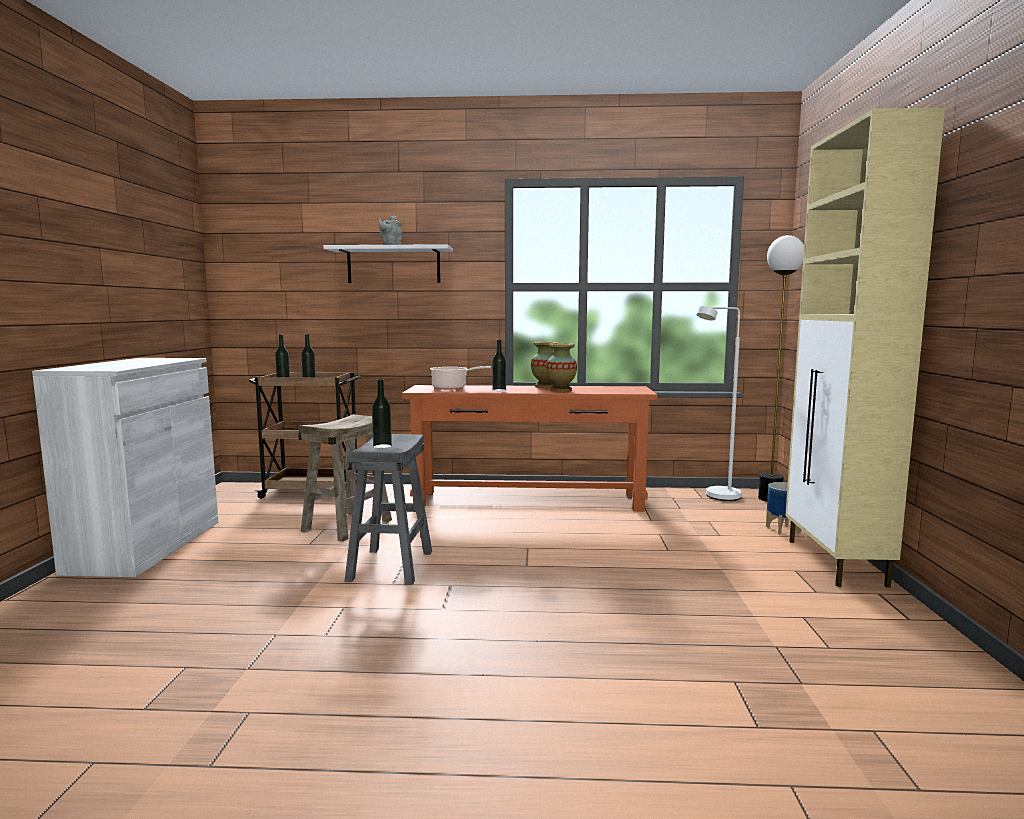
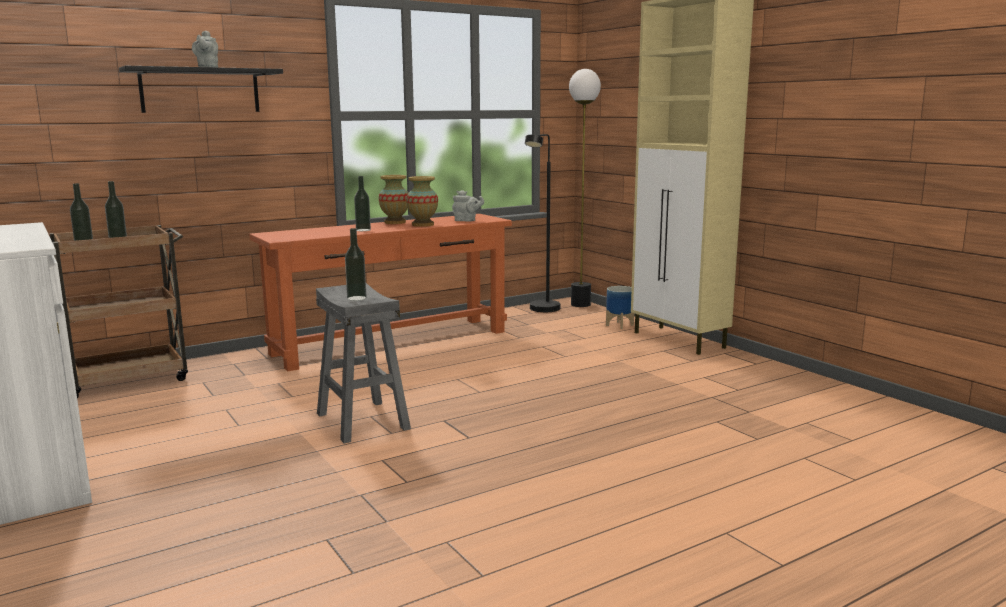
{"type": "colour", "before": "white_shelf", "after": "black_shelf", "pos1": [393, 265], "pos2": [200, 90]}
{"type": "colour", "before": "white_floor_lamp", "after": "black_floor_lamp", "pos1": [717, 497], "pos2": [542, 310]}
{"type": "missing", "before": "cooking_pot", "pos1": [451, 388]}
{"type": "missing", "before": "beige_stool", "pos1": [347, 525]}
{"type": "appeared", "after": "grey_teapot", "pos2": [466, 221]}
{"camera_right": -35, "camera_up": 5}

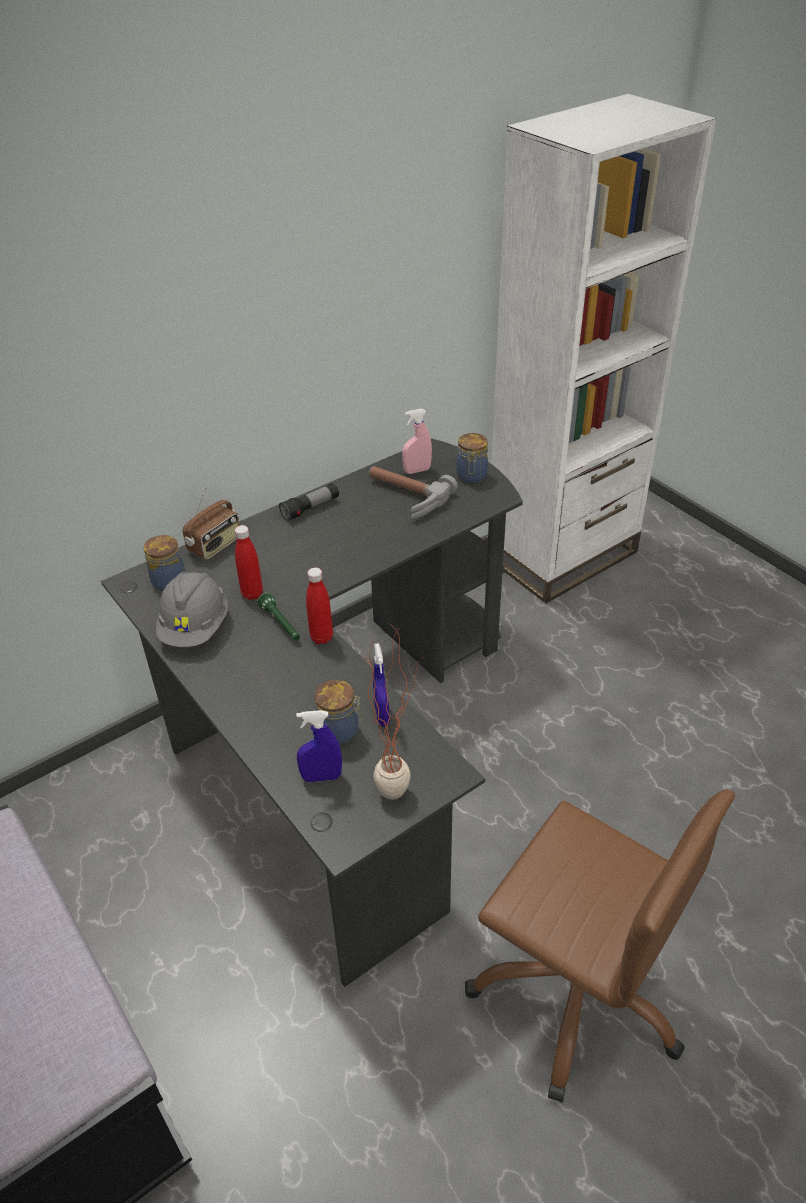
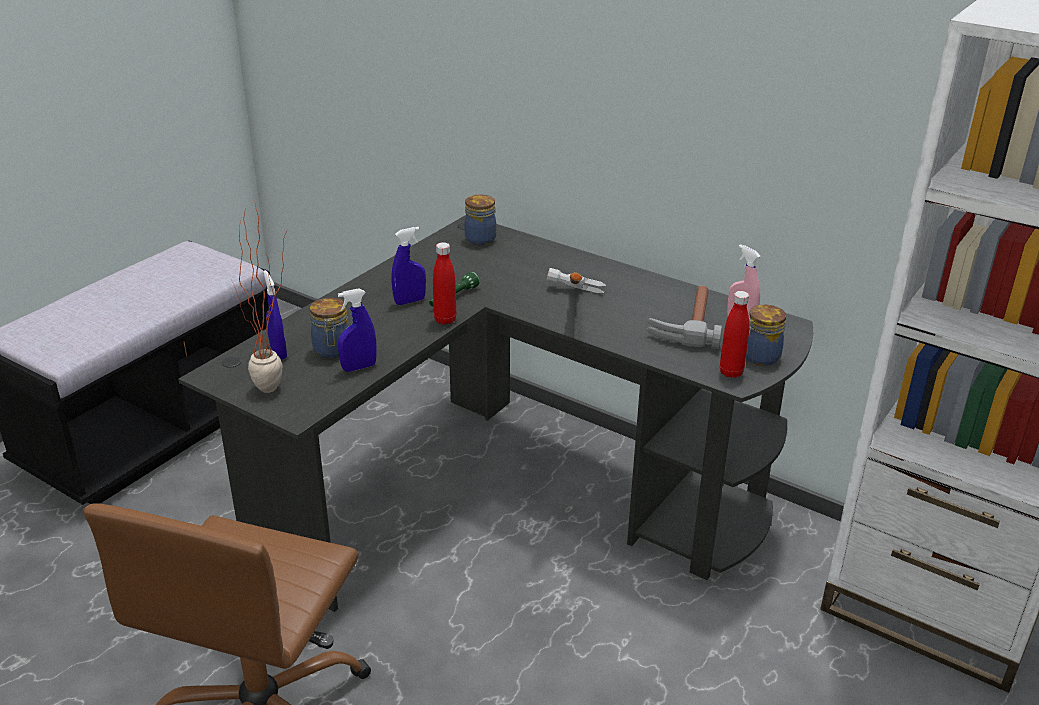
{"type": "missing", "before": "flashlight", "pos1": [310, 508]}
{"type": "missing", "before": "radio", "pos1": [215, 546]}
{"type": "relocated", "before": "red_bottle", "pos1": [252, 594], "pos2": [731, 372]}
{"type": "missing", "before": "grey_hard_hat", "pos1": [195, 628]}
{"type": "appeared", "after": "blue_spray_bottle", "pos2": [410, 301]}
{"type": "appeared", "after": "hammer", "pos2": [565, 307]}
{"camera_right": 70, "camera_up": -10}

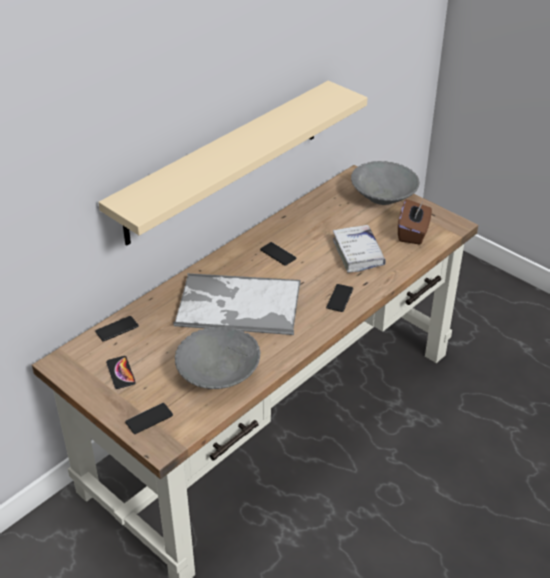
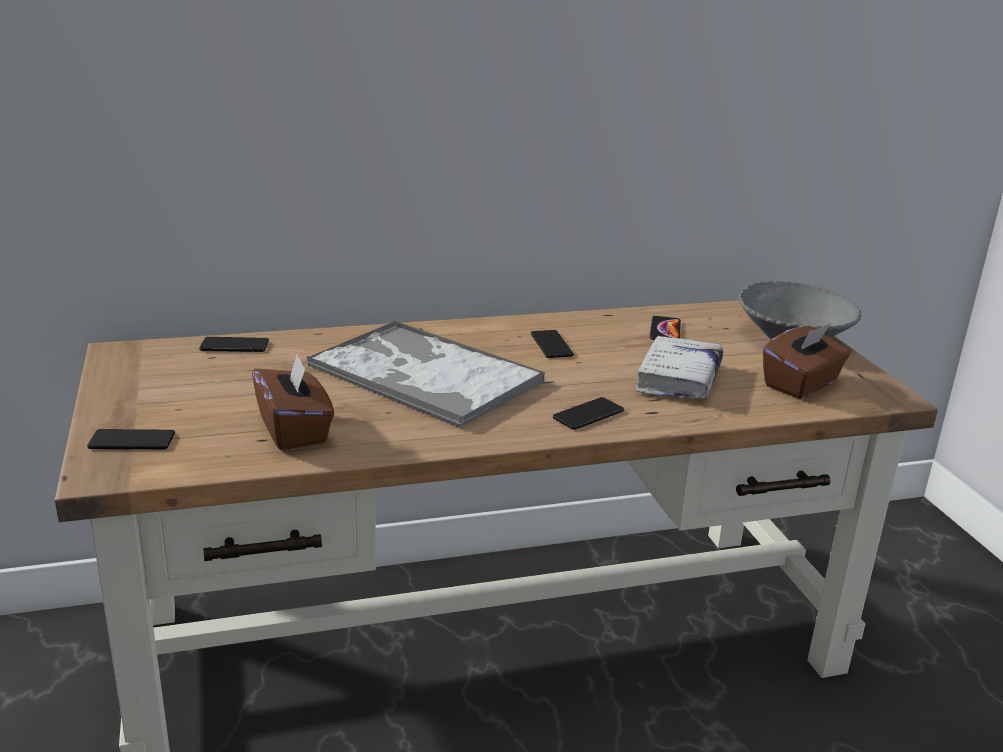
{"type": "missing", "before": "beige_shelf", "pos1": [225, 161]}
{"type": "exchanged", "before": "grey_bowl", "after": "brown_tissue_box", "pos1": [218, 373], "pos2": [294, 430]}
{"type": "relocated", "before": "phone", "pos1": [121, 373], "pos2": [665, 330]}
{"camera_right": 30, "camera_up": -15}

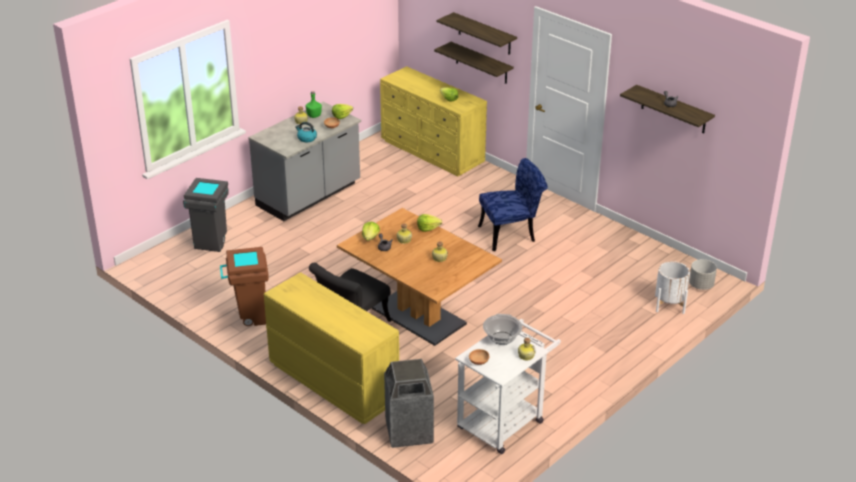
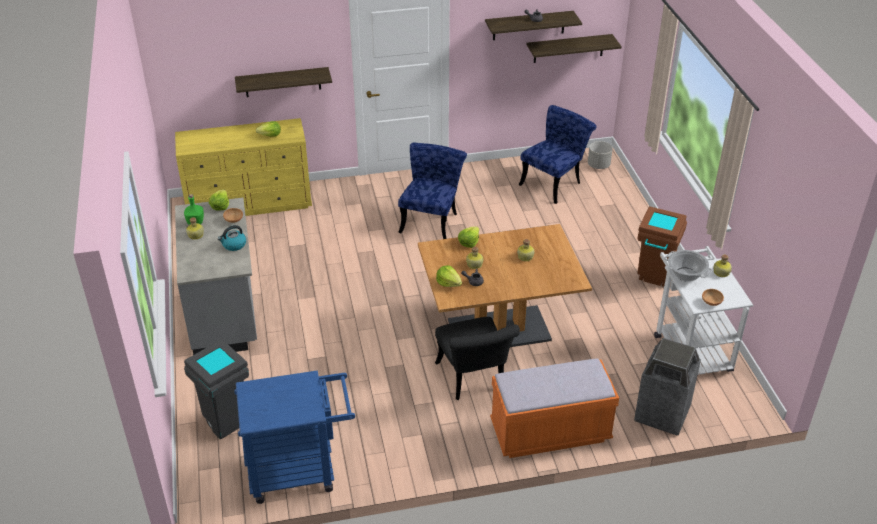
{"type": "relocated", "before": "shelf", "pos1": [484, 34], "pos2": [568, 48]}
{"type": "relocated", "before": "brown_trash_can", "pos1": [249, 317], "pos2": [653, 280]}
{"type": "missing", "before": "white_planter", "pos1": [669, 304]}
{"type": "exchanged", "before": "yellow_dresser", "after": "orange_bench", "pos1": [333, 382], "pos2": [550, 432]}
{"type": "appeared", "after": "blue_chair", "pos2": [554, 182]}
{"type": "appeared", "after": "blue_cart", "pos2": [300, 470]}
{"camera_right": -55, "camera_up": 5}

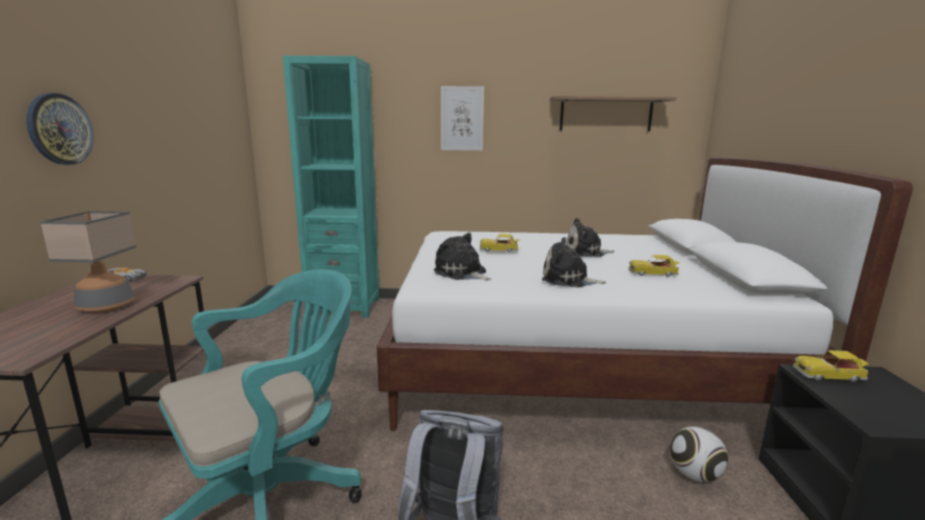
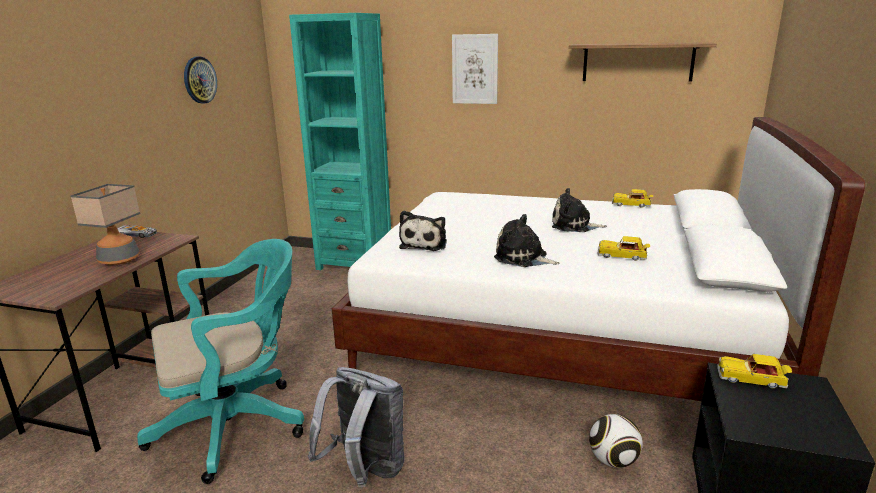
{"type": "relocated", "before": "wall_clock", "pos1": [59, 129], "pos2": [199, 80]}
{"type": "spun", "before": "plush_toy", "pos1": [462, 273], "pos2": [425, 244], "turn": -135}
{"type": "relocated", "before": "toy_car", "pos1": [499, 250], "pos2": [631, 205]}
{"camera_right": 15, "camera_up": 5}

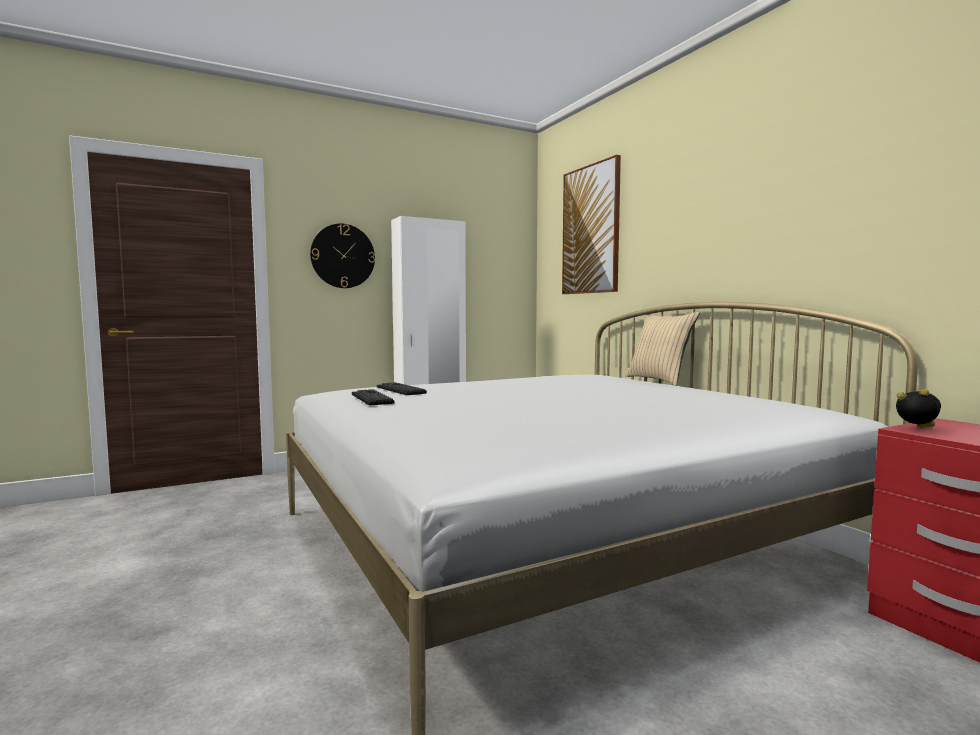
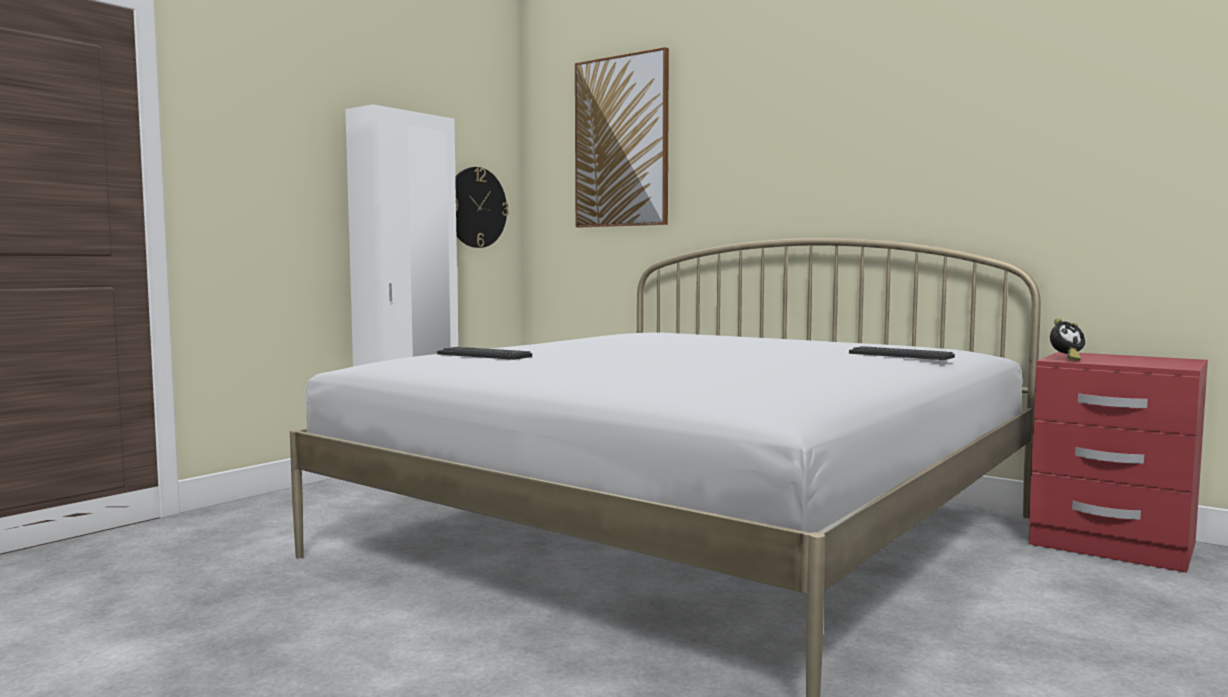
{"type": "relocated", "before": "wall_clock", "pos1": [343, 256], "pos2": [476, 207]}
{"type": "missing", "before": "beige_pillow", "pos1": [659, 380]}
{"type": "relocated", "before": "keyboard", "pos1": [372, 398], "pos2": [900, 355]}
{"type": "spun", "before": "alarm_clock", "pos1": [918, 429], "pos2": [1066, 359], "turn": 150}
{"camera_right": -25, "camera_up": 0}

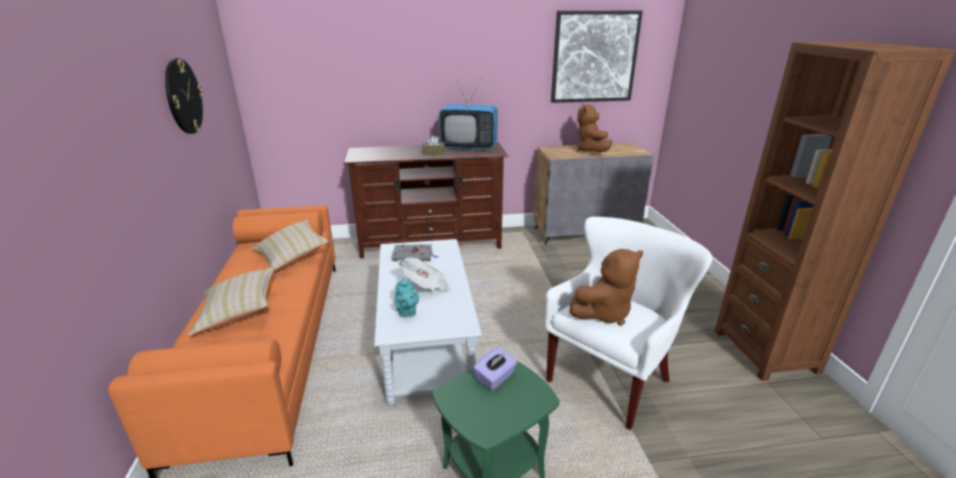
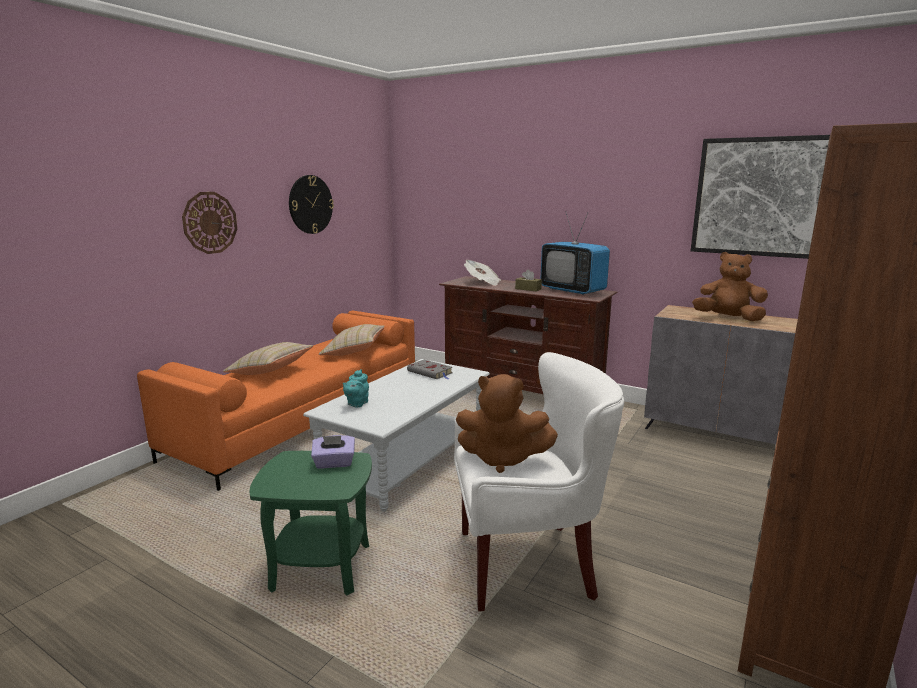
{"type": "spun", "before": "brown_plush_toy", "pos1": [591, 151], "pos2": [728, 318], "turn": 75}
{"type": "relocated", "before": "newspaper", "pos1": [426, 286], "pos2": [482, 283]}
{"type": "appeared", "after": "wall_clock", "pos2": [210, 222]}
{"camera_right": 40, "camera_up": -10}

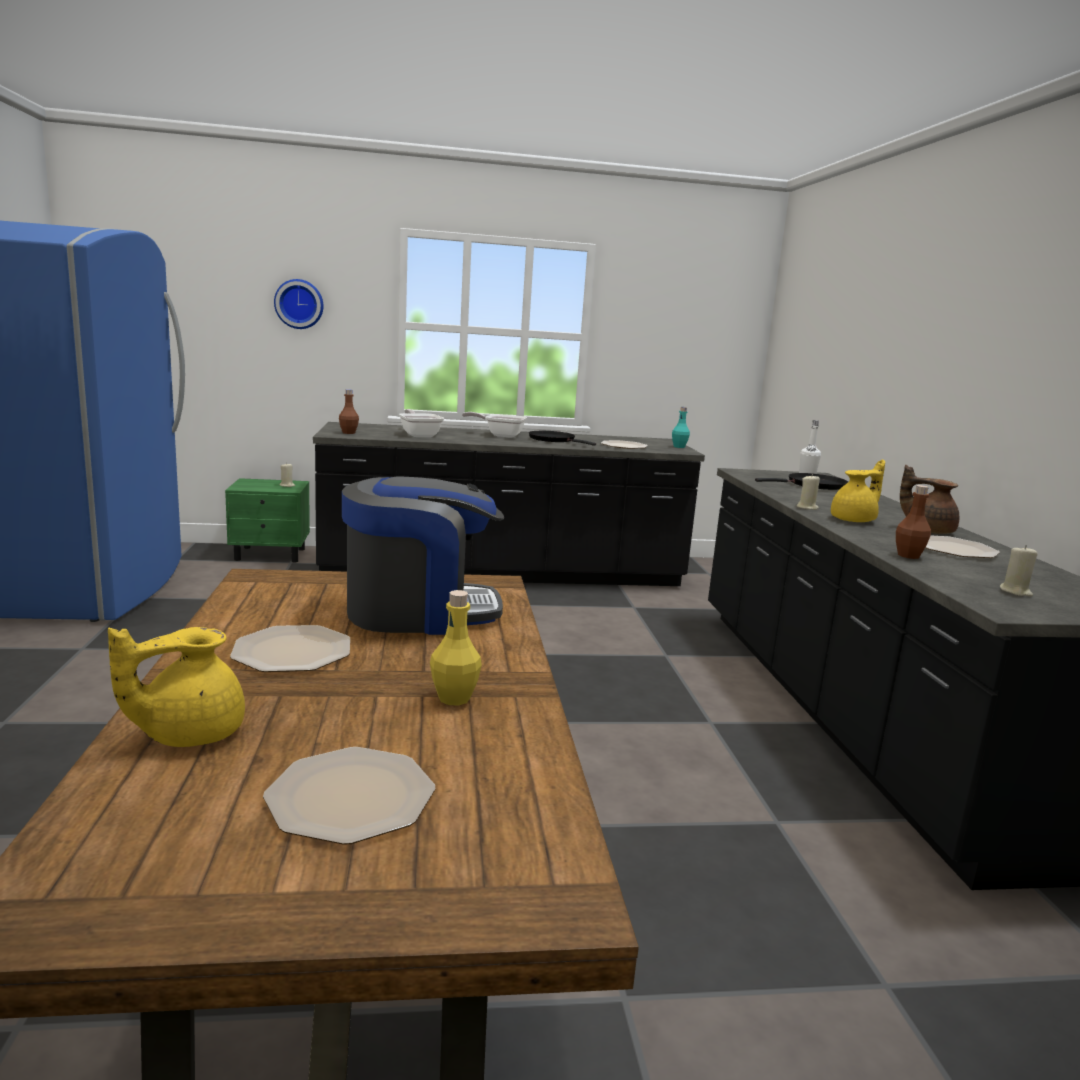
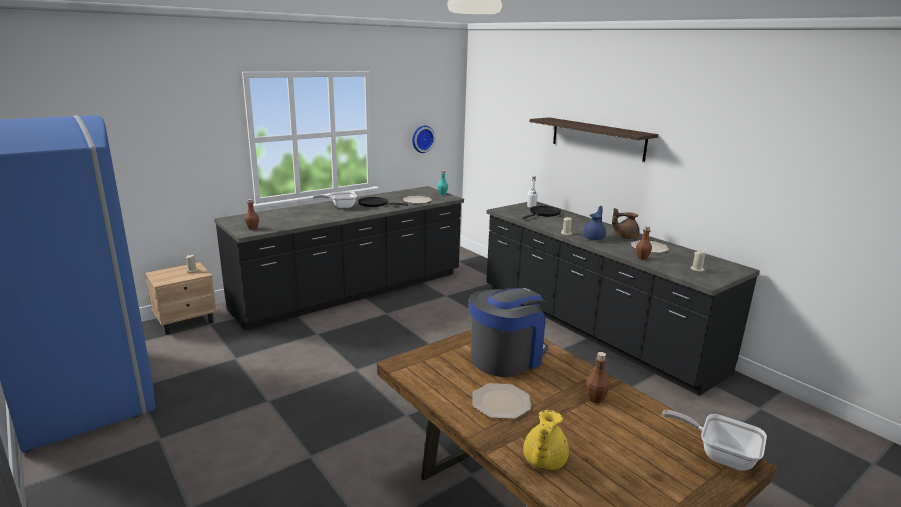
{"type": "relocated", "before": "wall_clock", "pos1": [299, 304], "pos2": [422, 139]}
{"type": "relocated", "before": "frying_pan", "pos1": [419, 435], "pos2": [720, 455]}
{"type": "colour", "before": "yellow_teapot", "after": "blue_teapot", "pos1": [854, 520], "pos2": [594, 238]}
{"type": "colour", "before": "green_nightstand", "after": "beige_nightstand", "pos1": [271, 554], "pos2": [186, 322]}
{"type": "colour", "before": "yellow_bottle", "after": "brown_bottle", "pos1": [454, 698], "pos2": [595, 399]}
{"type": "missing", "before": "plate", "pos1": [352, 797]}
{"type": "appeared", "after": "shelf", "pos2": [597, 138]}
{"camera_right": -30, "camera_up": 5}

